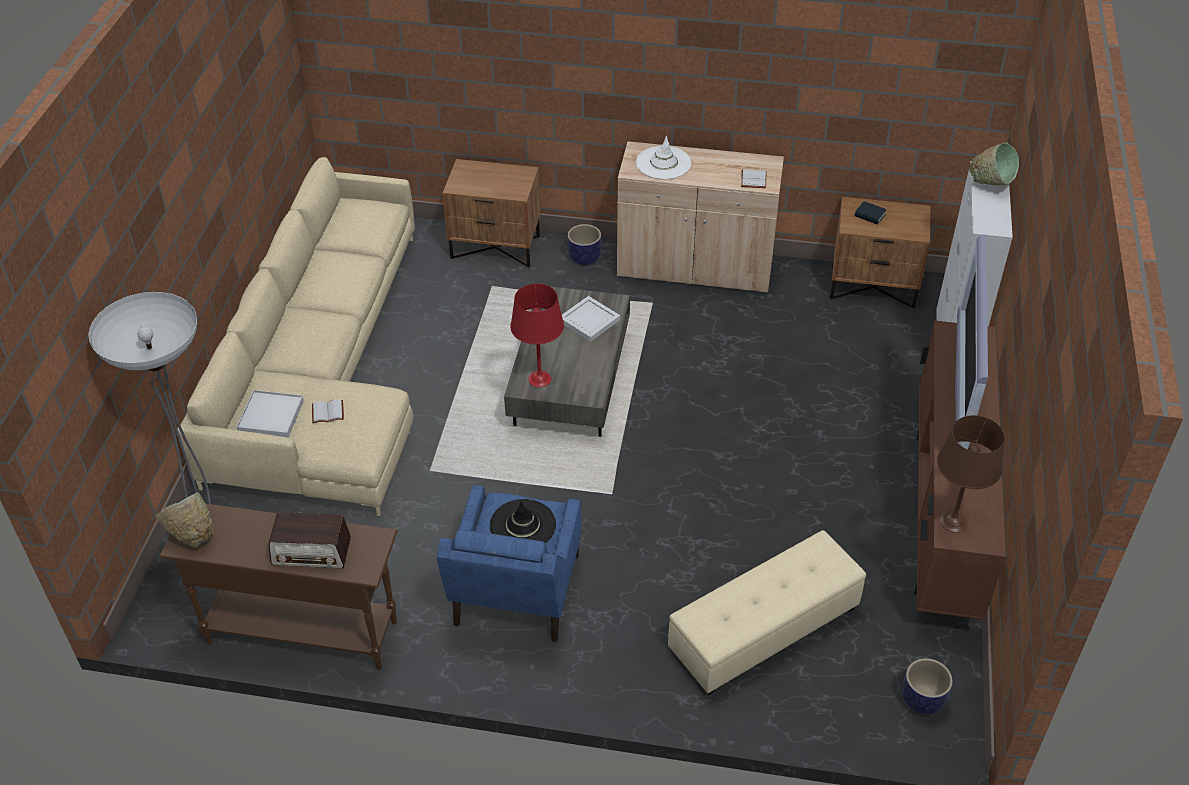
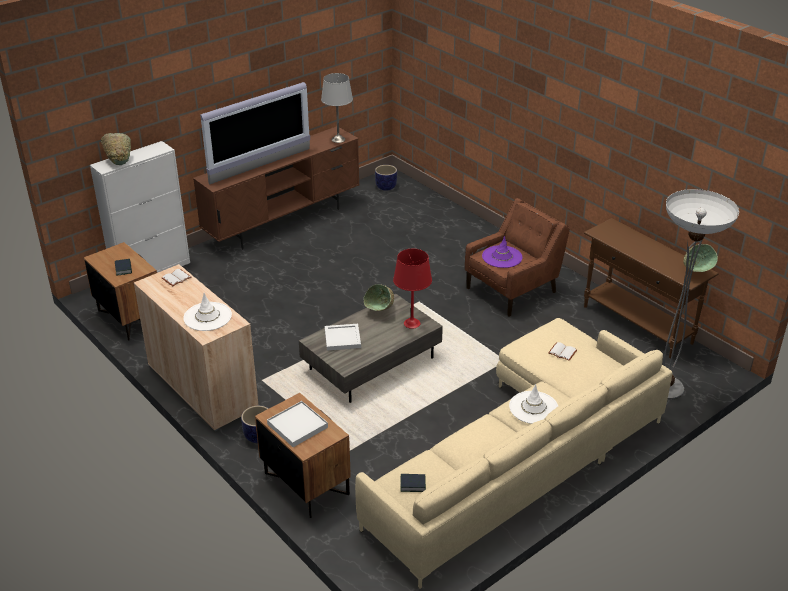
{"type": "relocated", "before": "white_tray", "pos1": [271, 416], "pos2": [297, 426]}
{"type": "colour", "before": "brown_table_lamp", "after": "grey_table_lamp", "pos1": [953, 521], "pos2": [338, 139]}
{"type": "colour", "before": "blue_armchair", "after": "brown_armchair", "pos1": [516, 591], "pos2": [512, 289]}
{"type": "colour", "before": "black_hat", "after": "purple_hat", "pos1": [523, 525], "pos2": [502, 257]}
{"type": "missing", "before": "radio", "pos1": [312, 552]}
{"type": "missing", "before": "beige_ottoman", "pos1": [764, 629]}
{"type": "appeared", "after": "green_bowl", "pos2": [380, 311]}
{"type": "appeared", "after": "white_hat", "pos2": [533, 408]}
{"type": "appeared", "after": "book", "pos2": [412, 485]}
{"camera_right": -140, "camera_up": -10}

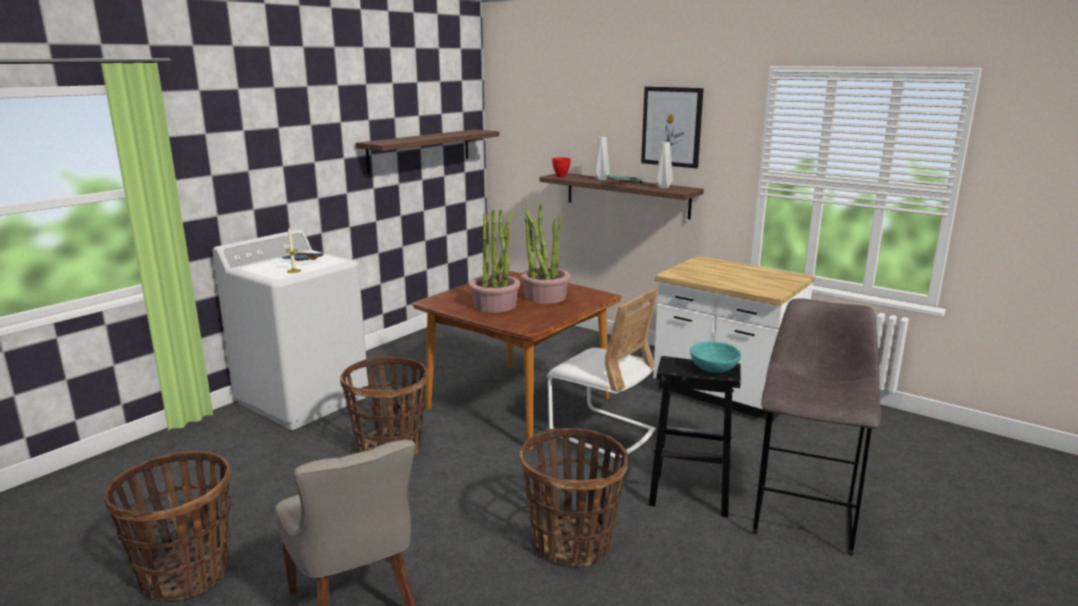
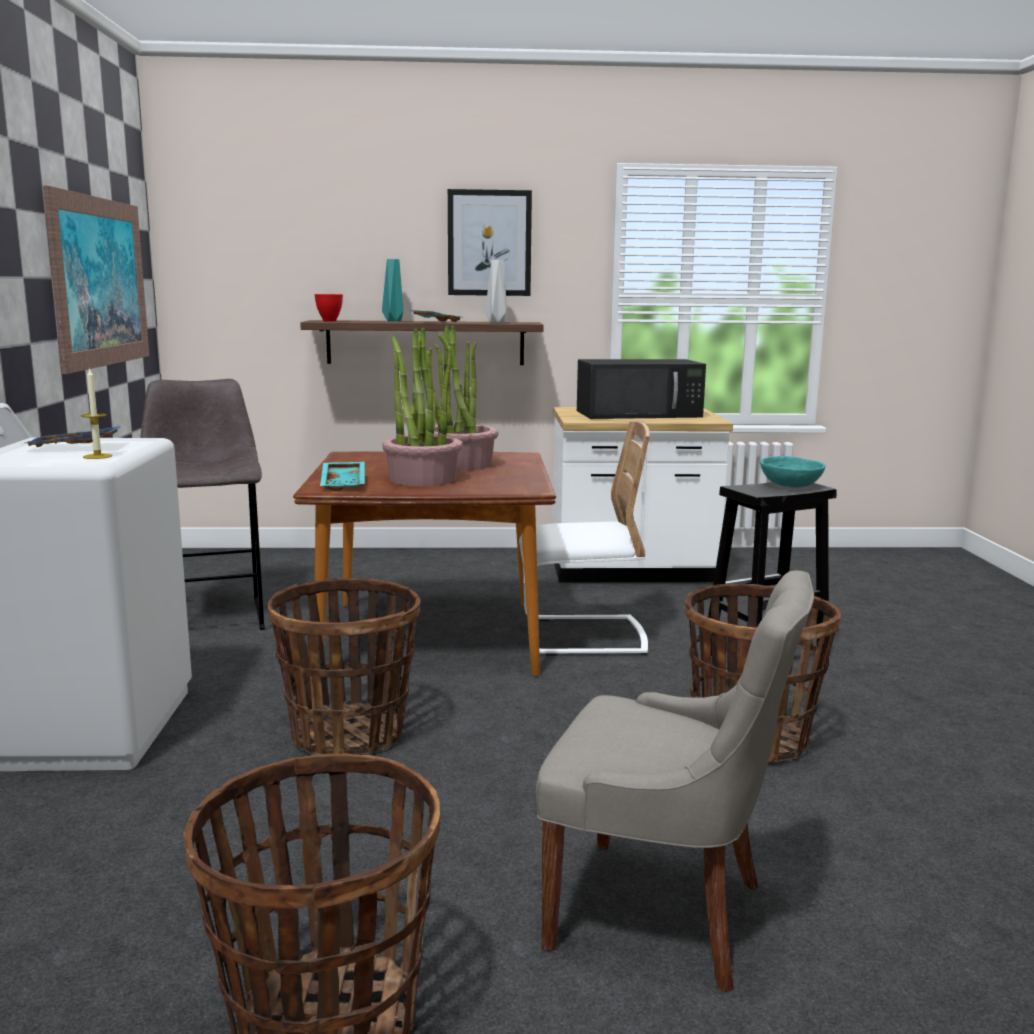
{"type": "exchanged", "before": "shelf", "after": "picture", "pos1": [420, 150], "pos2": [101, 282]}
{"type": "colour", "before": "grey_vase", "after": "turquoise_vase", "pos1": [601, 179], "pos2": [394, 321]}
{"type": "relocated", "before": "grey_stool", "pos1": [804, 517], "pos2": [210, 618]}
{"type": "appeared", "after": "black_microwave", "pos2": [640, 414]}
{"type": "appeared", "after": "turquoise_tray", "pos2": [345, 484]}
{"camera_right": -40, "camera_up": -5}

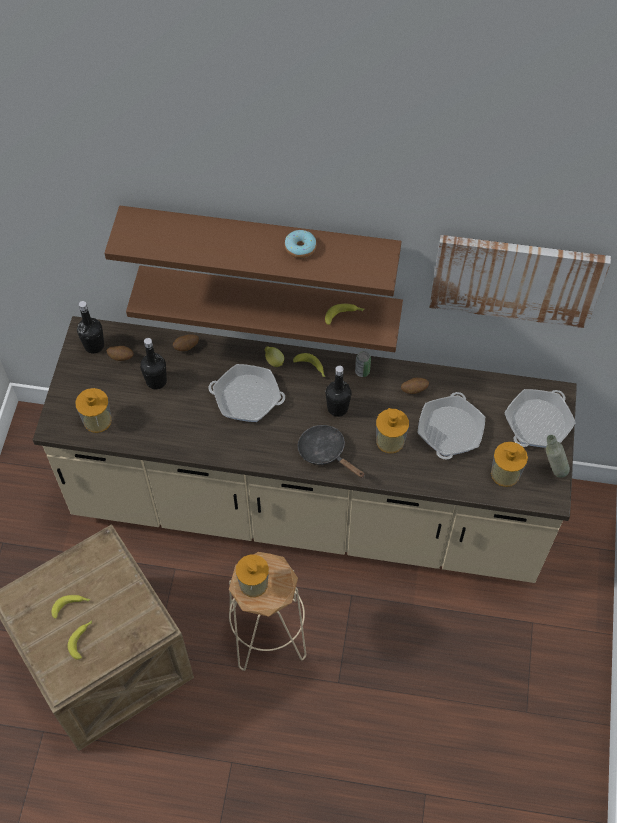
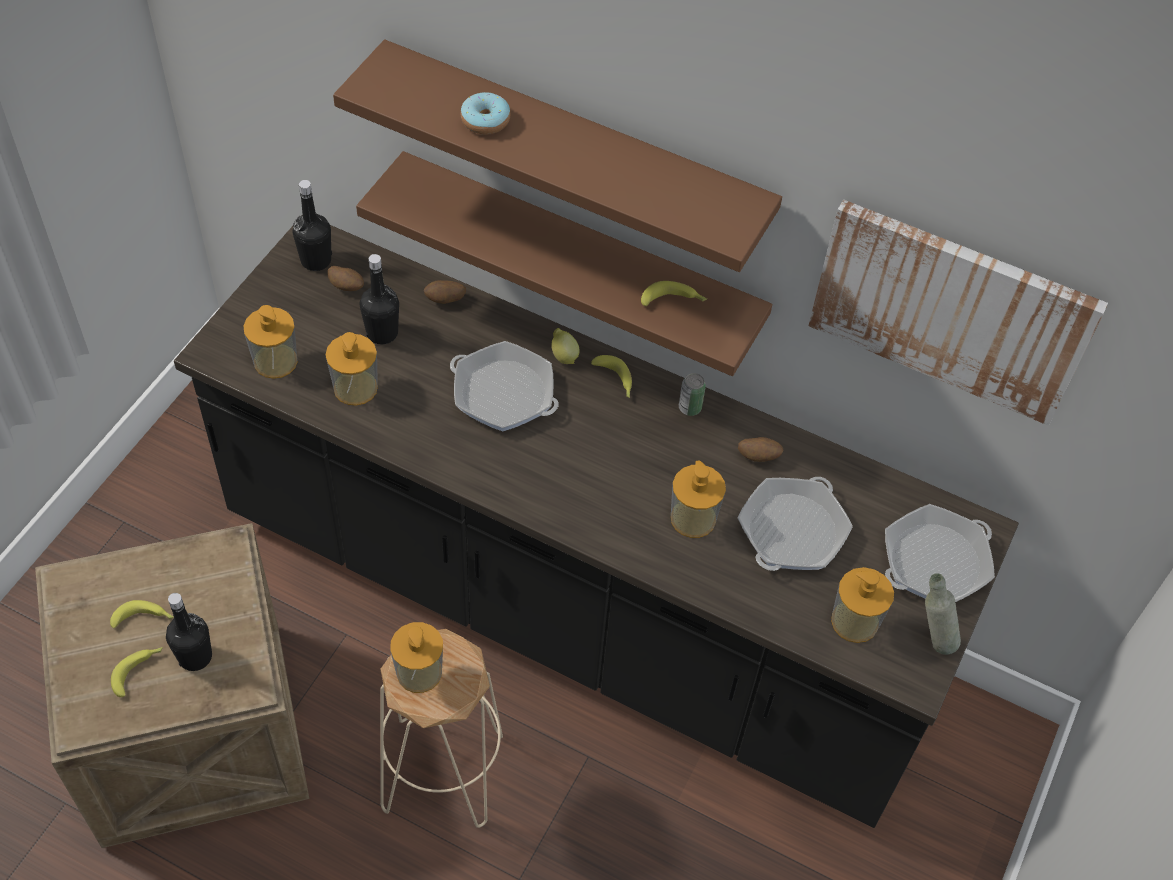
{"type": "relocated", "before": "donut", "pos1": [300, 248], "pos2": [485, 121]}
{"type": "colour", "before": "beige_counter", "after": "black_counter", "pos1": [308, 506], "pos2": [574, 607]}
{"type": "relocated", "before": "black_bottle", "pos1": [337, 408], "pos2": [195, 657]}
{"type": "missing", "before": "black_frying_pan", "pos1": [325, 452]}
{"type": "appeared", "after": "soap_dispenser", "pos2": [355, 388]}
{"camera_right": 15, "camera_up": -5}

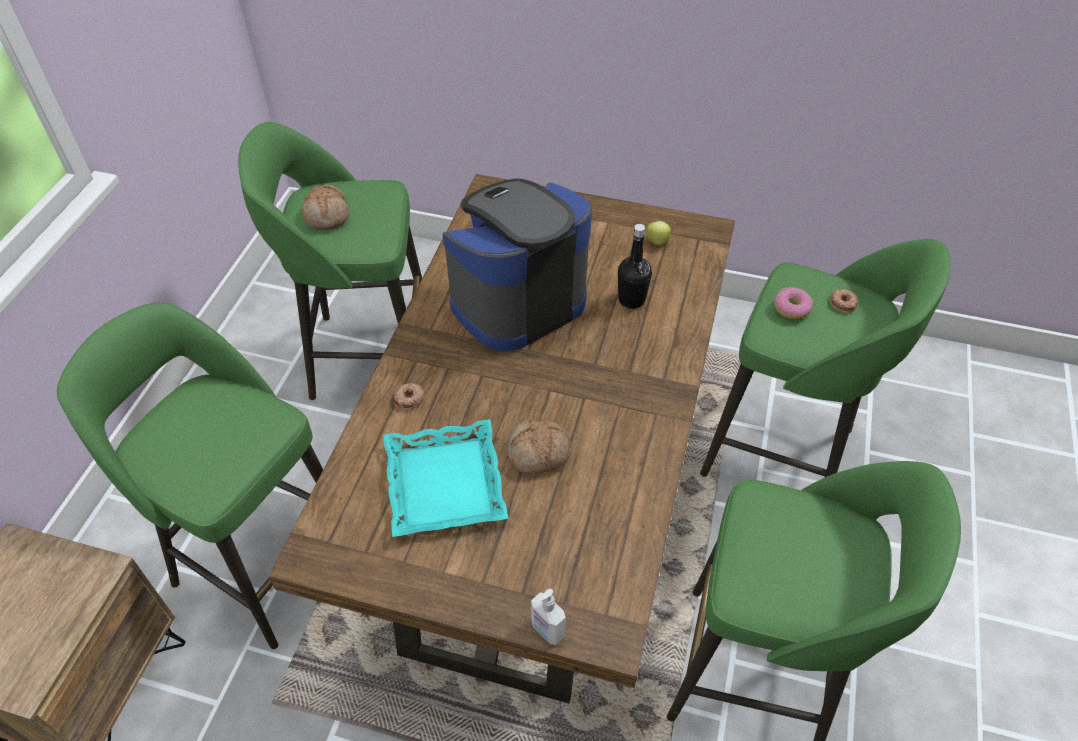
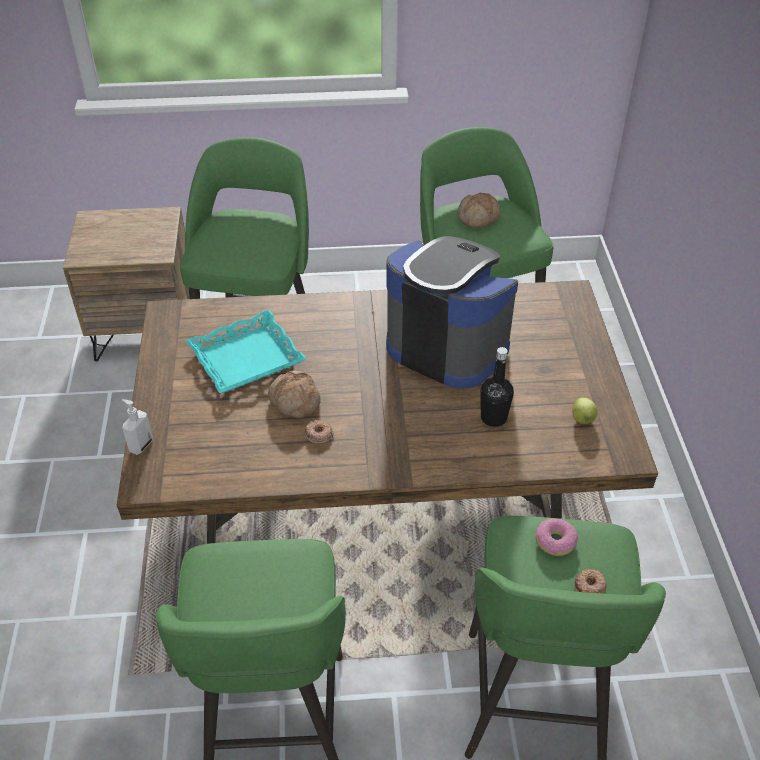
{"type": "relocated", "before": "donut", "pos1": [409, 398], "pos2": [319, 434]}
{"camera_right": 70, "camera_up": -5}

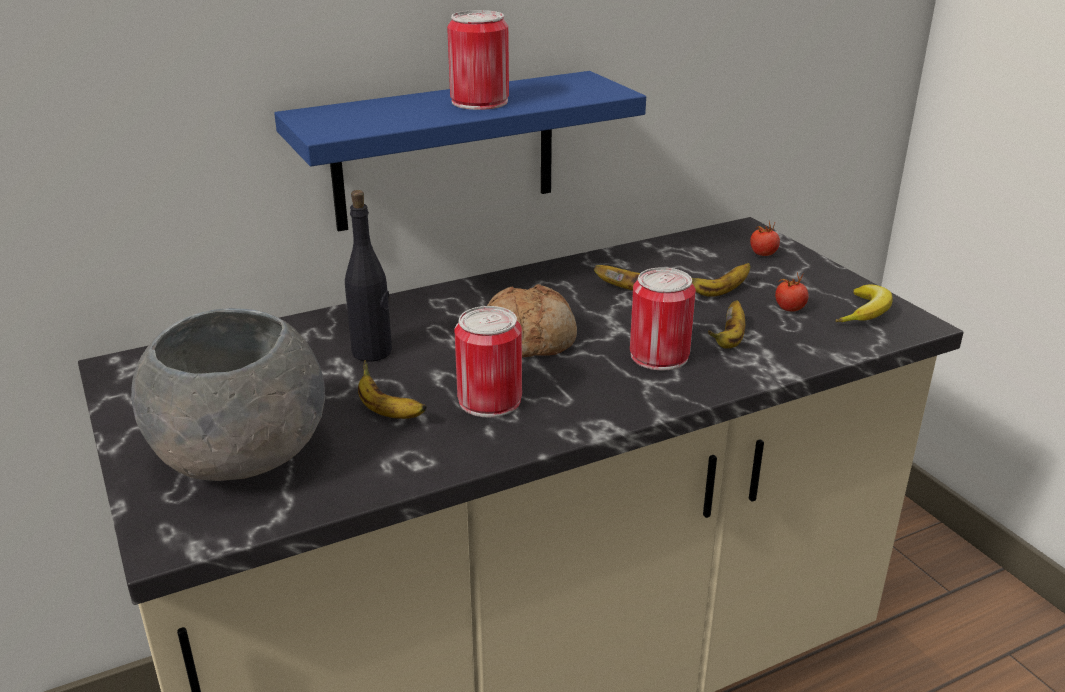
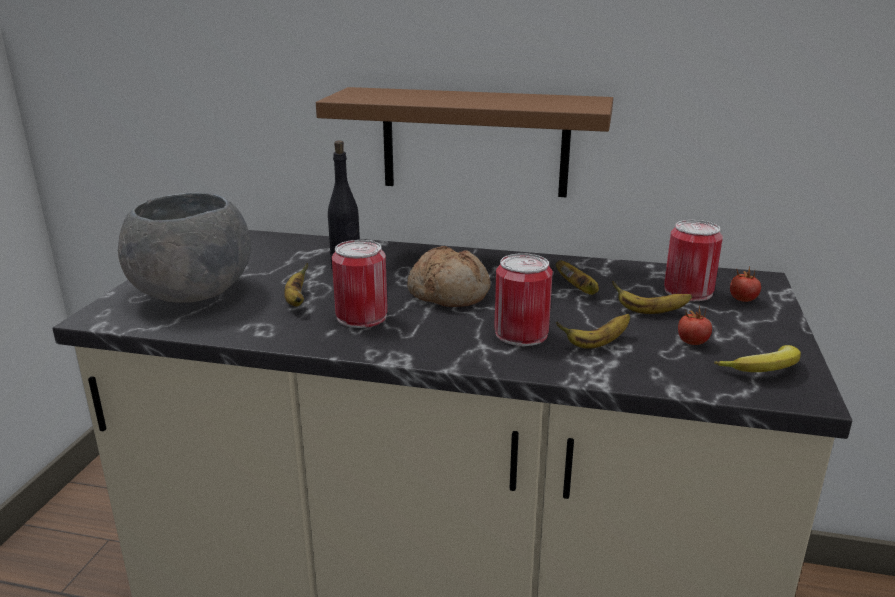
{"type": "relocated", "before": "can", "pos1": [479, 101], "pos2": [688, 291]}
{"type": "colour", "before": "blue_shelf", "after": "brown_shelf", "pos1": [445, 151], "pos2": [474, 142]}
{"camera_right": 40, "camera_up": -5}

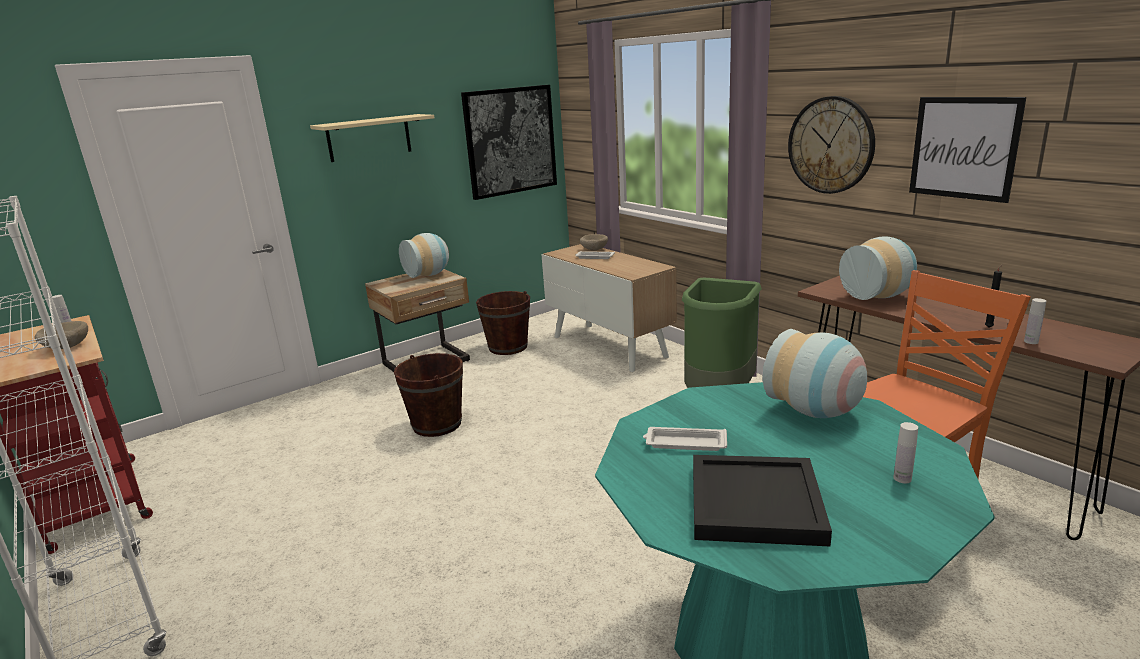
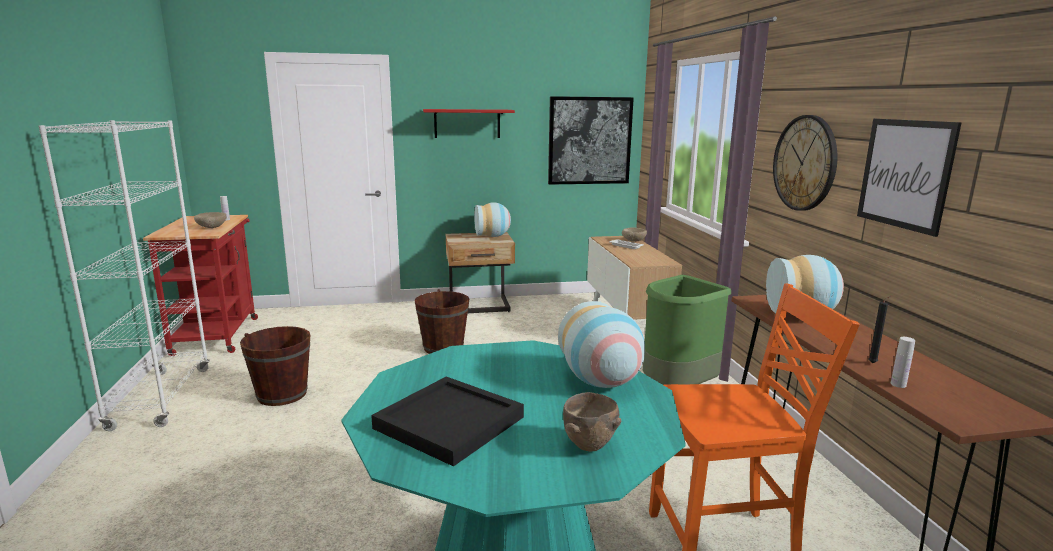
{"type": "colour", "before": "beige_shelf", "after": "red_shelf", "pos1": [369, 138], "pos2": [467, 123]}
{"type": "relocated", "before": "brown_bucket", "pos1": [508, 347], "pos2": [282, 394]}
{"type": "exchanged", "before": "white_bottle", "after": "brown_bowl", "pos1": [902, 478], "pos2": [589, 446]}
{"type": "missing", "before": "white_tray", "pos1": [684, 443]}
{"camera_right": 25, "camera_up": -5}

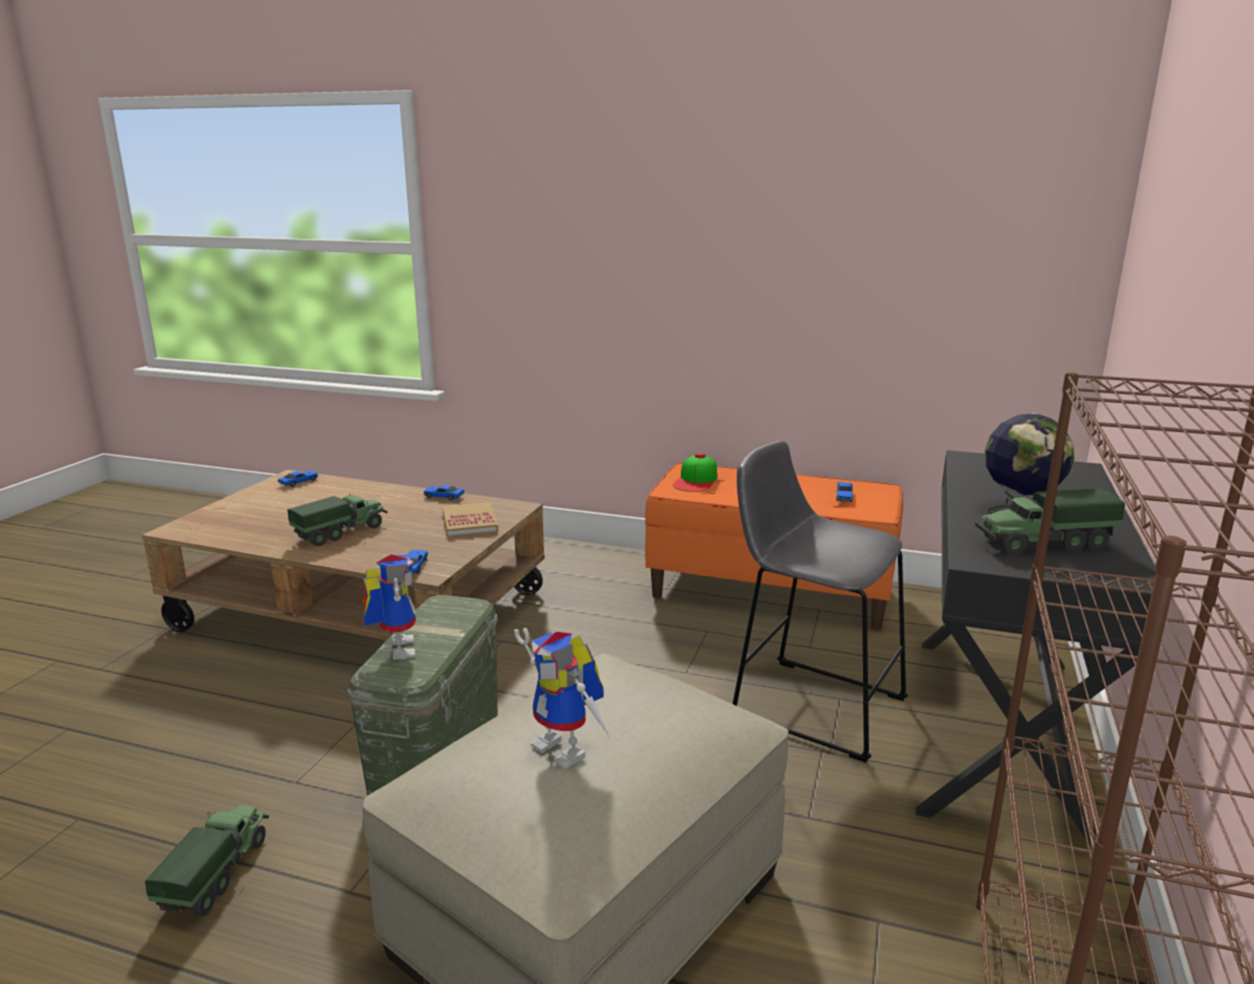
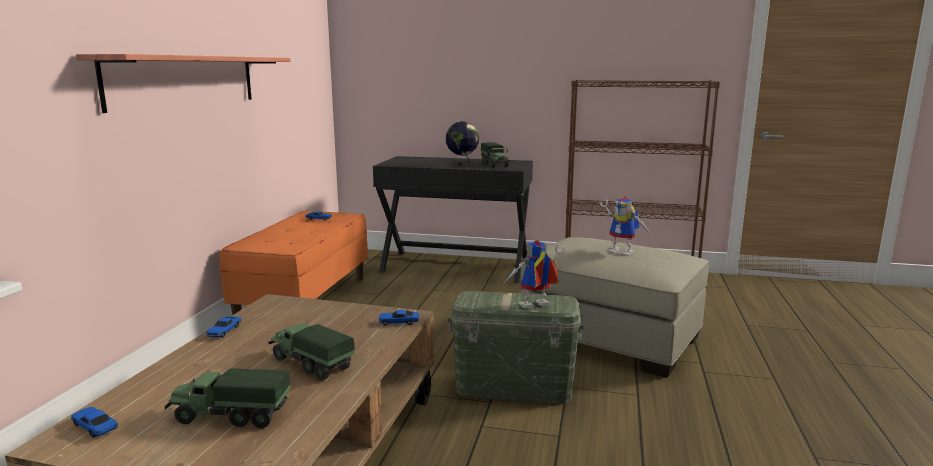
{"type": "missing", "before": "grey_stool", "pos1": [810, 704]}
{"type": "missing", "before": "cap", "pos1": [696, 481]}
{"type": "missing", "before": "book", "pos1": [470, 523]}
{"type": "spun", "before": "toy_robot", "pos1": [568, 749], "pos2": [624, 252], "turn": 90}
{"type": "relocated", "before": "toy_truck", "pos1": [217, 874], "pos2": [230, 415]}
{"type": "appeared", "after": "shelf", "pos2": [186, 81]}
{"camera_right": -95, "camera_up": -5}

